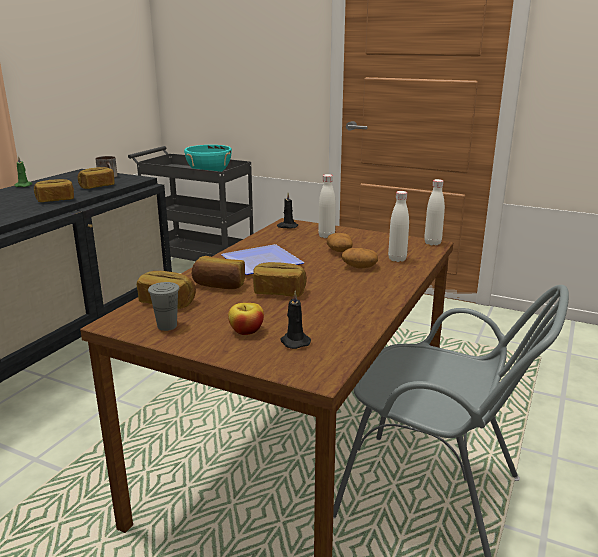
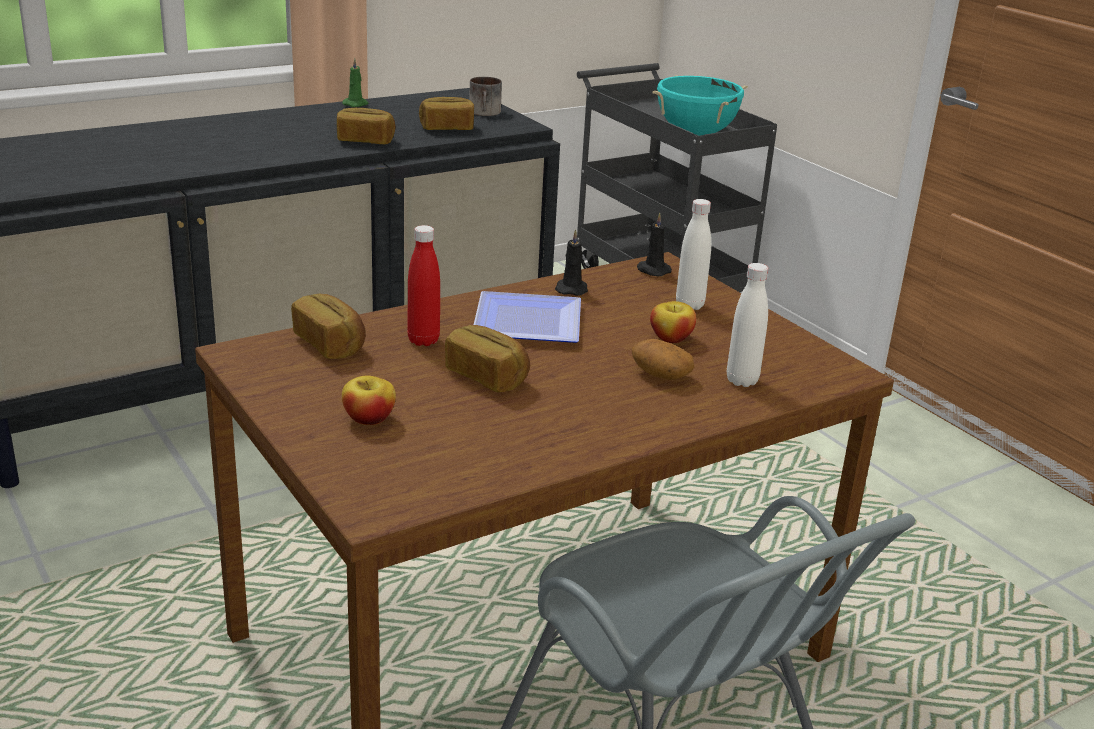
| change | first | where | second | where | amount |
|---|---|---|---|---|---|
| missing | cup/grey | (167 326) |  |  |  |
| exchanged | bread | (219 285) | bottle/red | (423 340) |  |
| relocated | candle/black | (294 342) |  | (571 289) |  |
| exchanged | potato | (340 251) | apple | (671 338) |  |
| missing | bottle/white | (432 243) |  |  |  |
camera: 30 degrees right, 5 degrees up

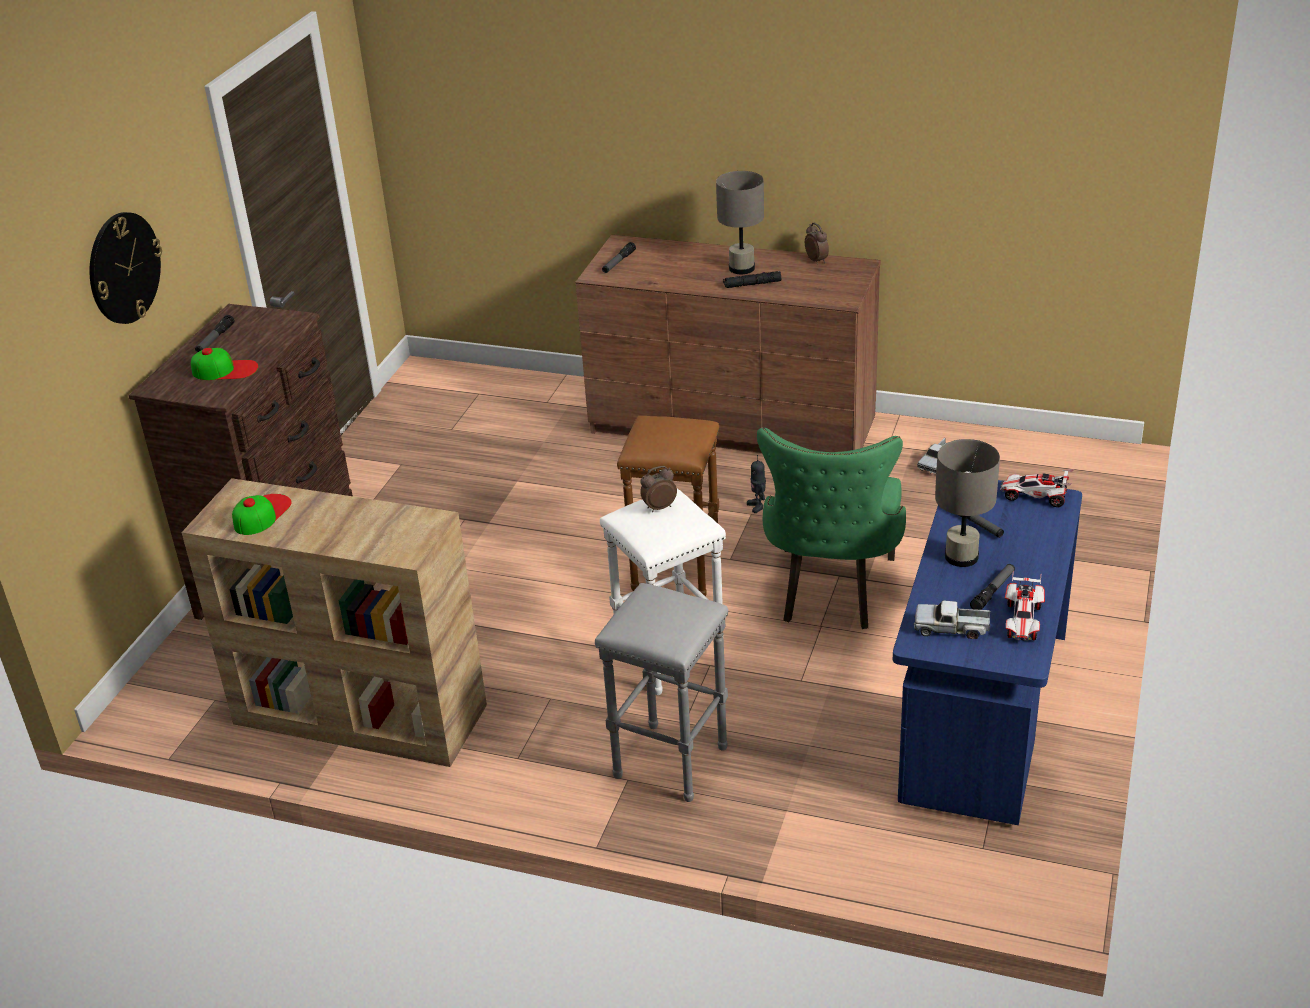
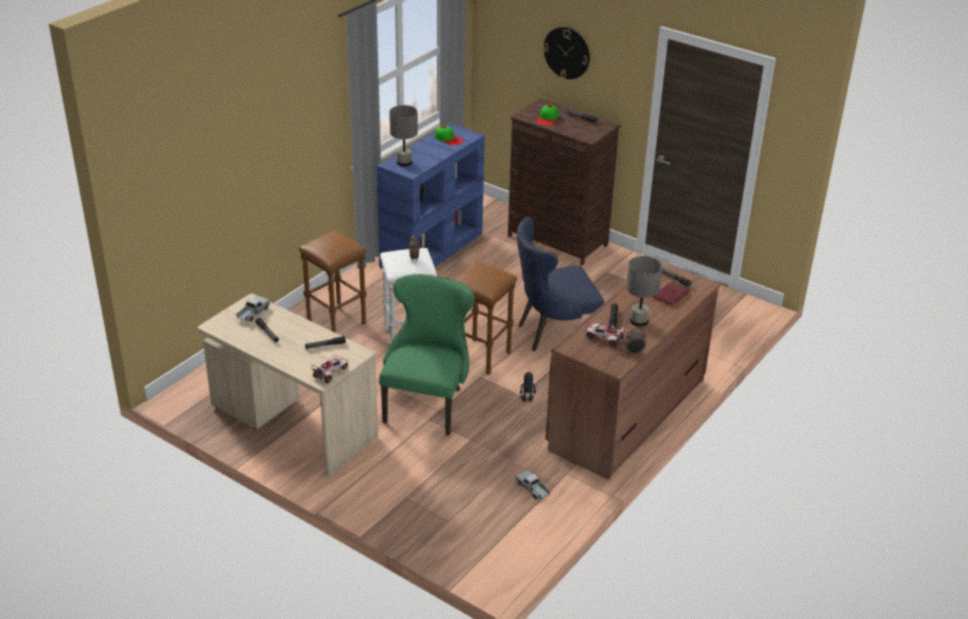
| change | first | where | second | where | amount |
|---|---|---|---|---|---|
| colour | bookcase/brown | (359 716) | bookcase/blue | (431 249) |  |
| colour | stool/grey | (671 763) | stool/brown | (335 322) |  |
| spun | chair/green | (832 591) |  | (427 404) | 75 degrees clockwise |
| colour | desk/blue | (982 715) | desk/beige | (292 423) |  |
| relocated | table lamp/grey | (961 556) |  | (404 162) |  |
| relocated | toy car | (1023 621) |  | (604 339) |  |
| appeared |  |  | chair/blue | (553 333) |  |
| appeared |  |  | book/red | (671 295) |  |
camera: 105 degrees right, 0 degrees up

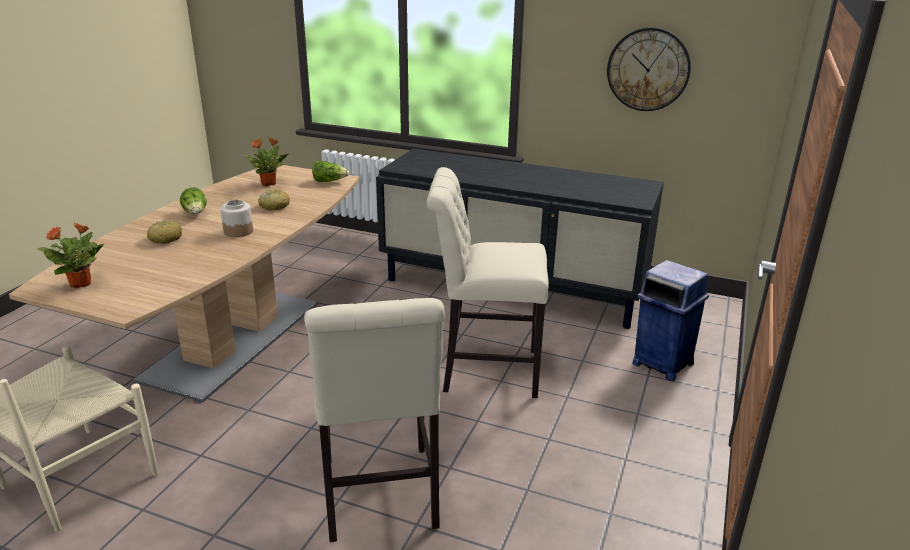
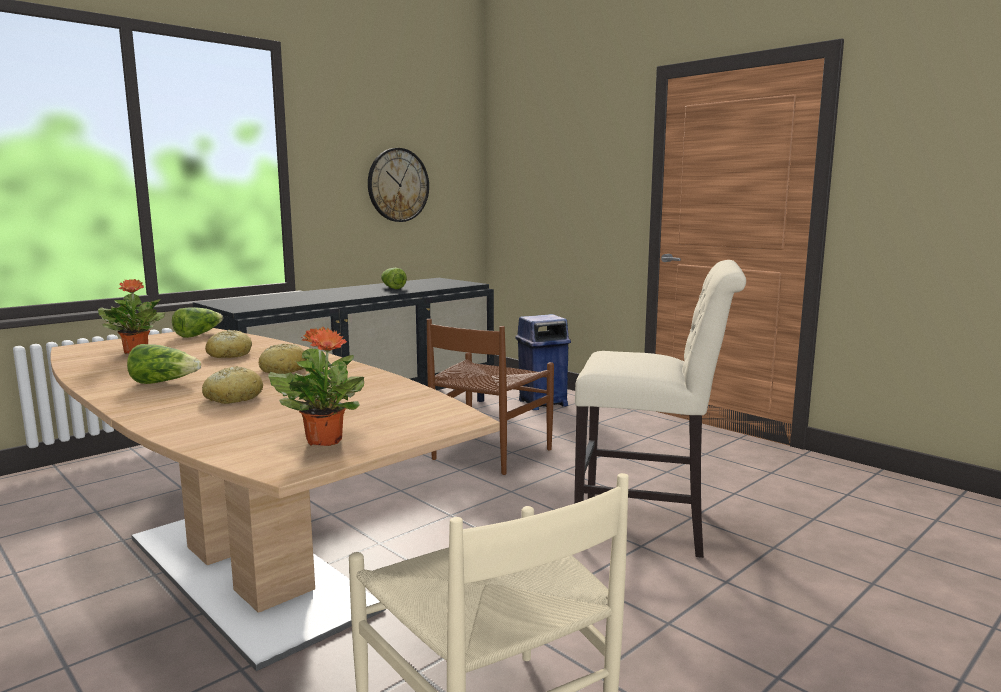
| change | first | where | second | where | amount |
|---|---|---|---|---|---|
| exchanged | jar | (238 231) | bread | (284 370) |  |
| exchanged | stool/beige | (484 370) | chair/brown | (488 454) |  |
| appeared |  |  | lettuce | (392 288) |  |
camera: 65 degrees left, 15 degrees down

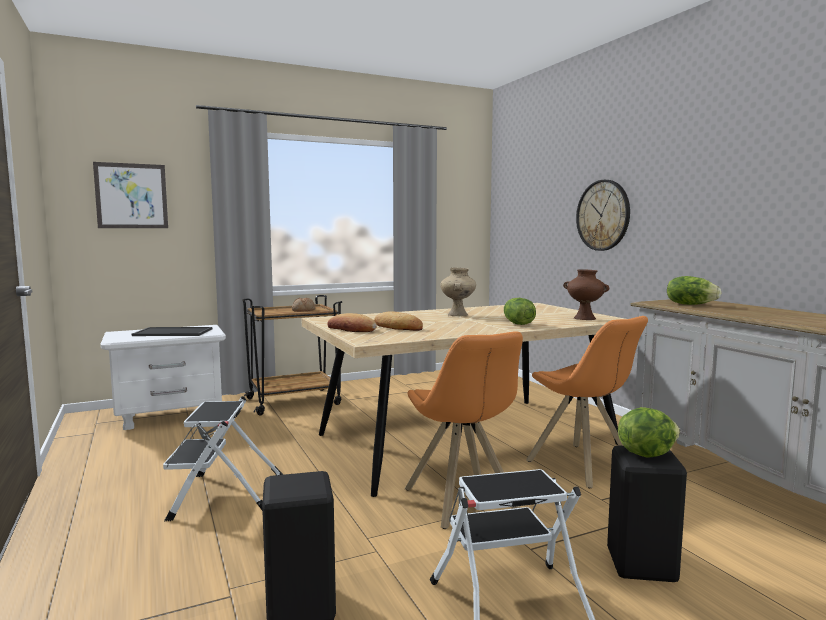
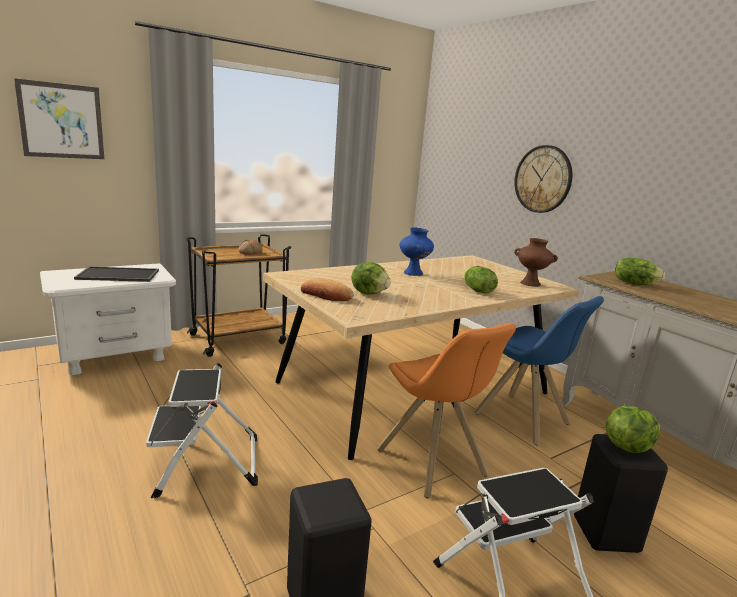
| change | first | where | second | where | amount |
|---|---|---|---|---|---|
| exchanged | bread | (398 327) | lettuce | (369 293) |  |
| colour | vase/beige | (458 315) | vase/blue | (413 273) |  |
| colour | chair/orange | (582 465) | chair/blue | (522 418) |  |
camera: 10 degrees left, 10 degrees up

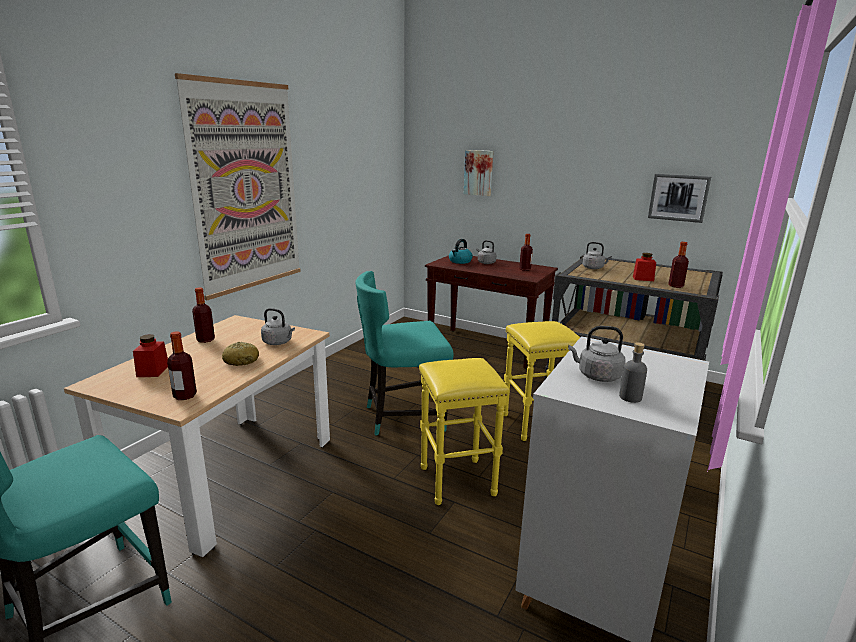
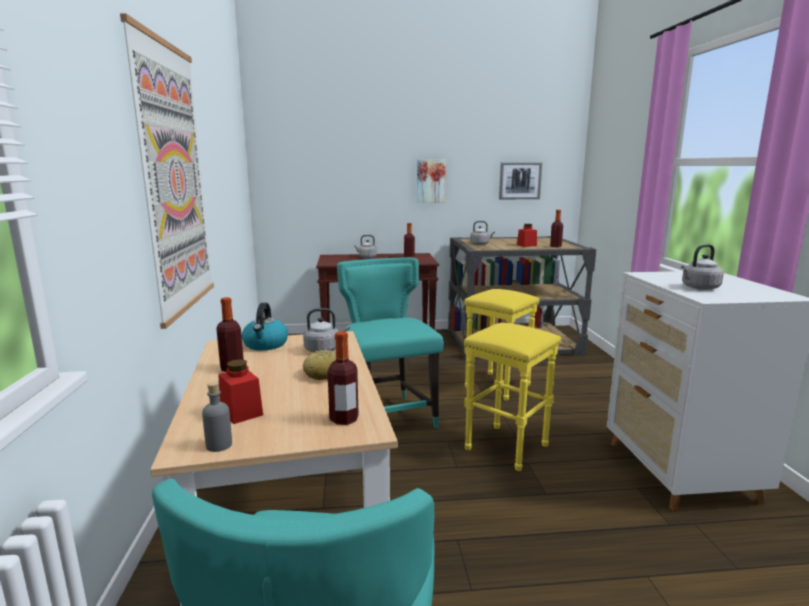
| change | first | where | second | where | amount |
|---|---|---|---|---|---|
| spun | chair/turquoise | (402 417) |  | (389 416) | 120 degrees clockwise |
| relocated | kettle | (460 261) |  | (265 345) |  |
| relocated | picture | (478 172) |  | (430 181) |  |
| relocated | bottle/grey | (630 397) |  | (219 445) |  |
camera: 35 degrees left, 5 degrees down

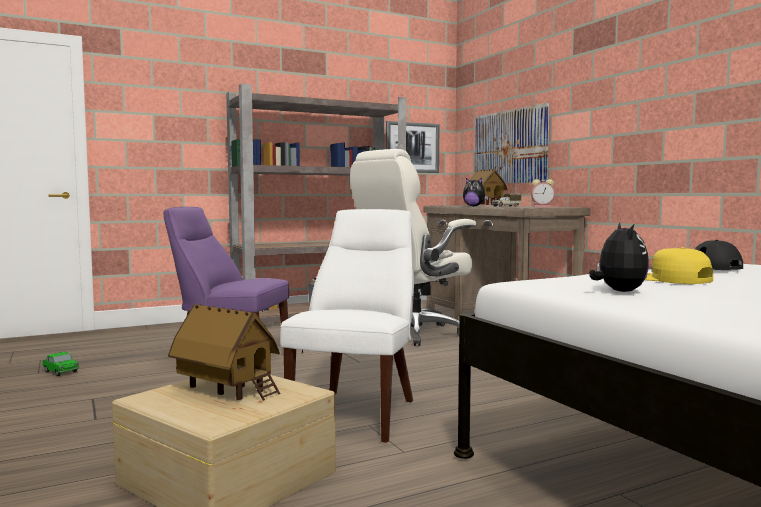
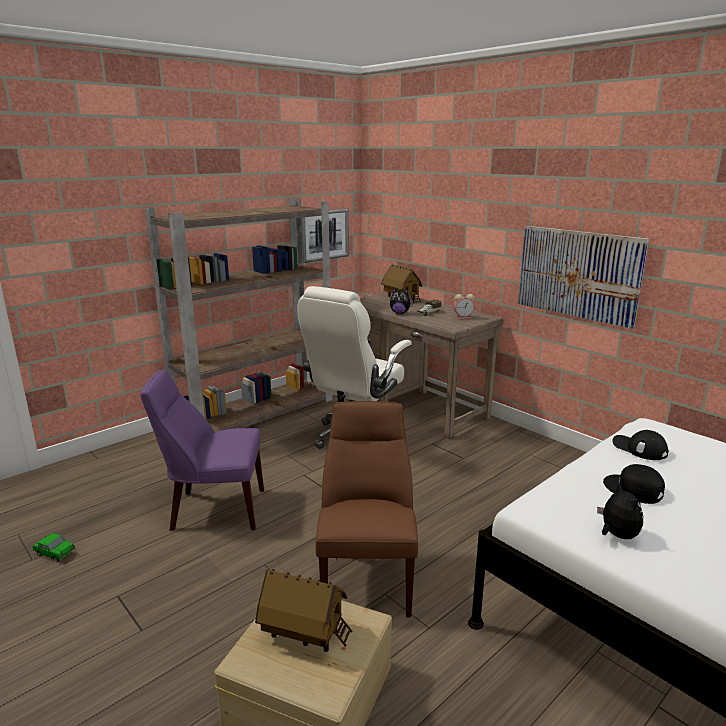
| change | first | where | second | where | amount |
|---|---|---|---|---|---|
| colour | chair/white | (357 412) | chair/brown | (367 576) |  |
| relocated | picture | (510 147) |  | (577 274) |  |
| colour | cap/yellow | (672 279) | cap/black | (633 489) |  |
camera: 15 degrees left, 15 degrees up

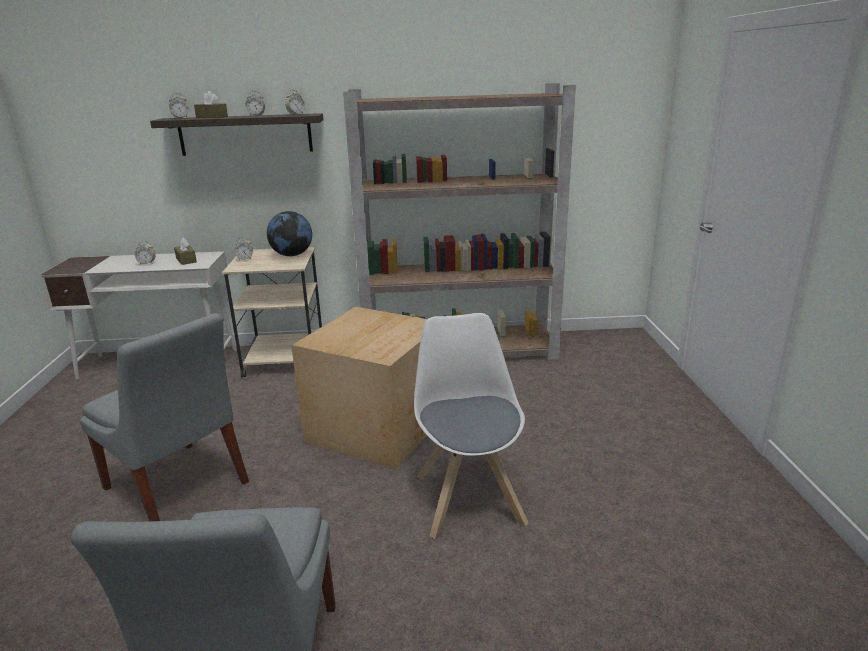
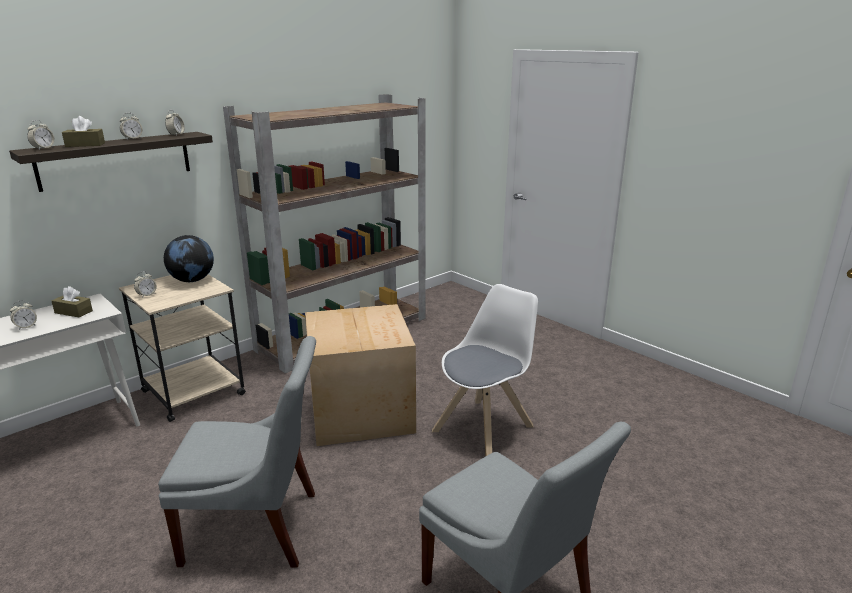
| change | first | where | second | where | amount |
|---|---|---|---|---|---|
| spun | chair | (468 496) |  | (485 427) | 90 degrees clockwise |
camera: 40 degrees left, 0 degrees up

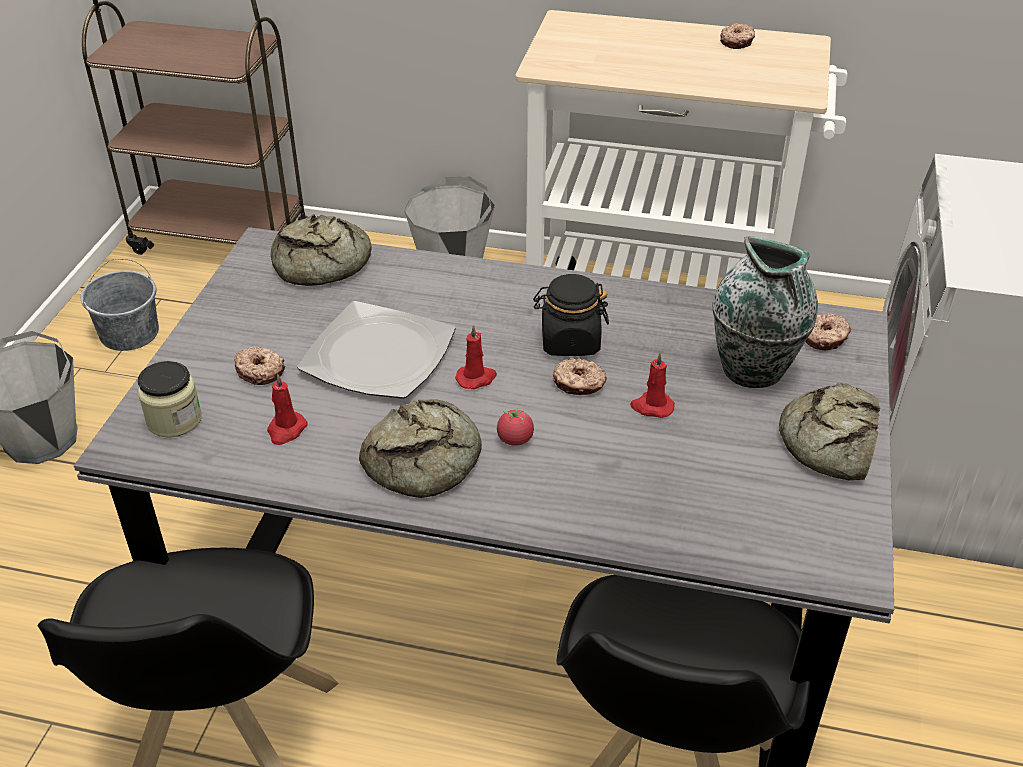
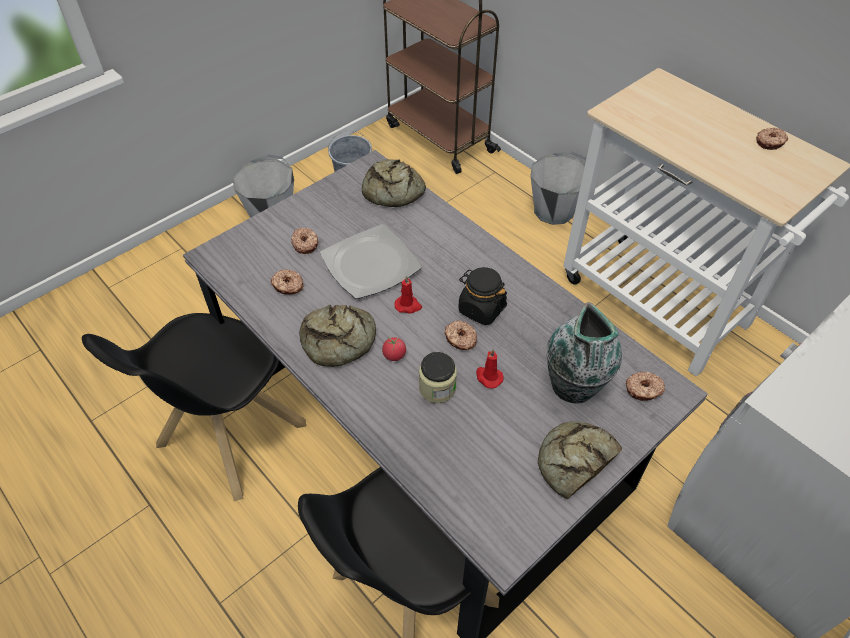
| change | first | where | second | where | amount |
|---|---|---|---|---|---|
| relocated | jar | (174 420) |  | (437 388) |  |
| exchanged | candle/red | (286 430) | donut | (288 286) |  |
camera: 35 degrees right, 10 degrees up

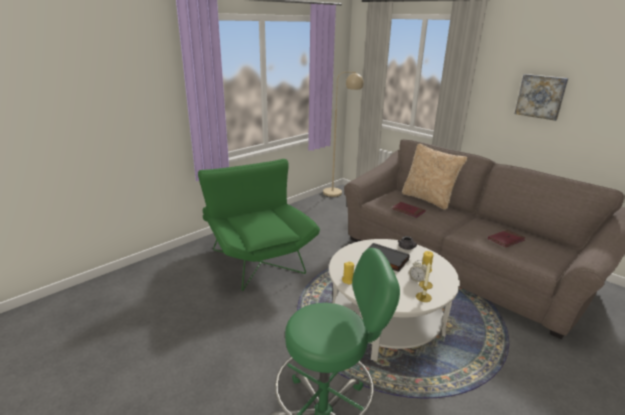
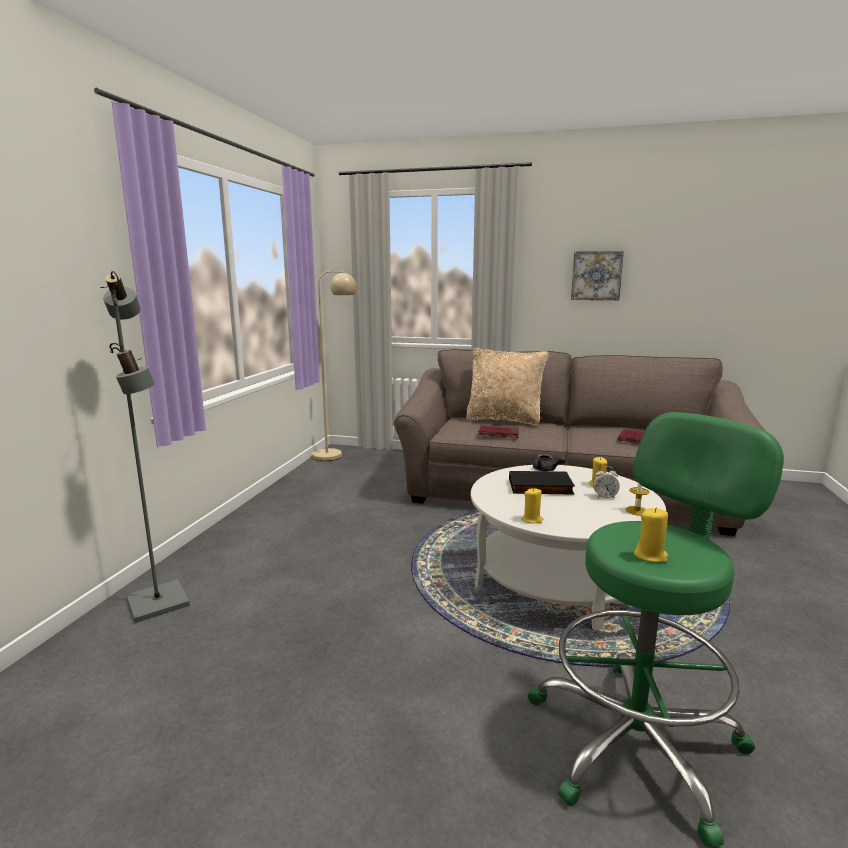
| change | first | where | second | where | amount |
|---|---|---|---|---|---|
| missing | armchair/green | (257 256) |  |  |  |
| appeared |  |  | floor lamp/grey | (157 602) |  |
| appeared |  |  | candle/yellow | (650 556) |  |
camera: 30 degrees left, 10 degrees down

